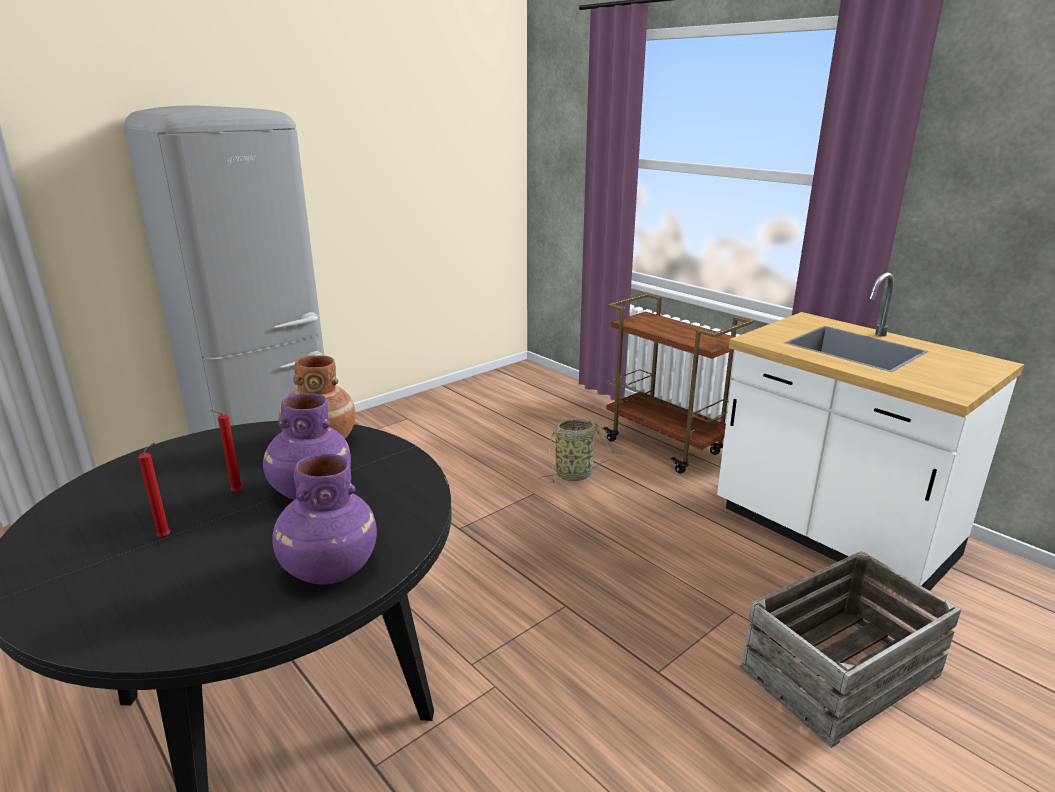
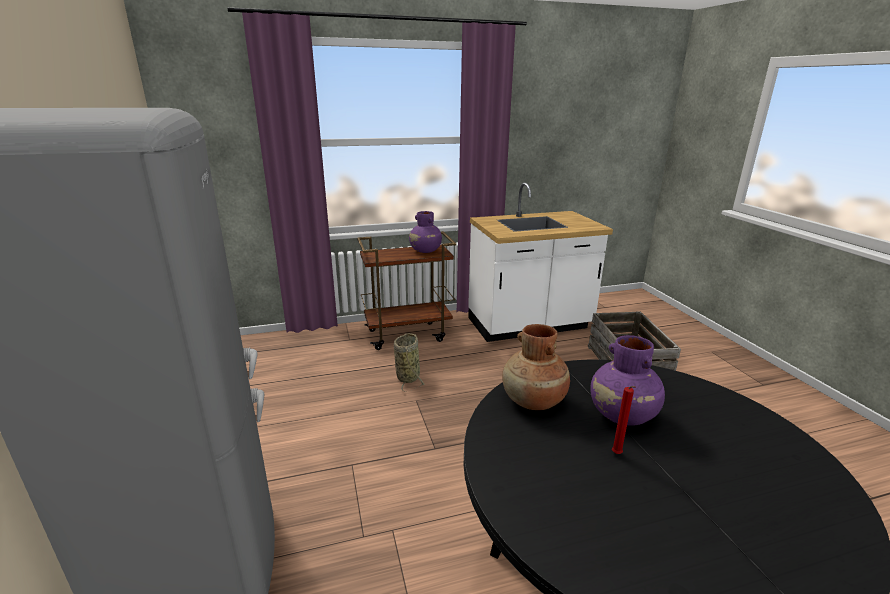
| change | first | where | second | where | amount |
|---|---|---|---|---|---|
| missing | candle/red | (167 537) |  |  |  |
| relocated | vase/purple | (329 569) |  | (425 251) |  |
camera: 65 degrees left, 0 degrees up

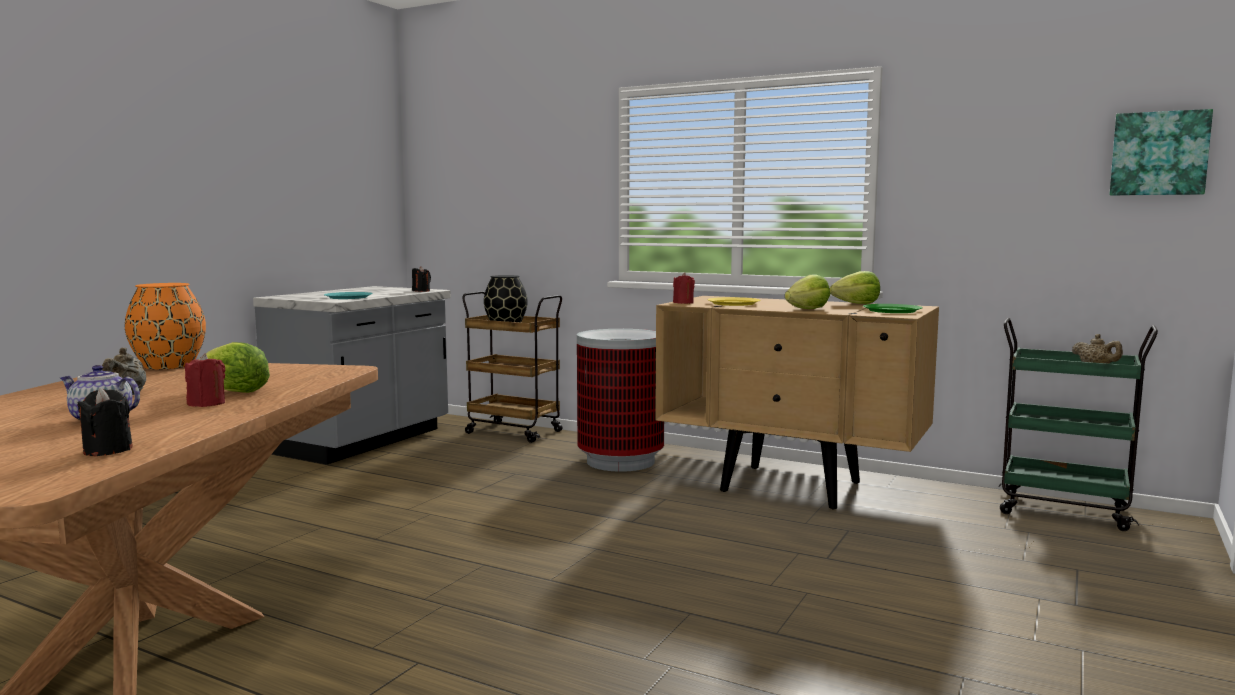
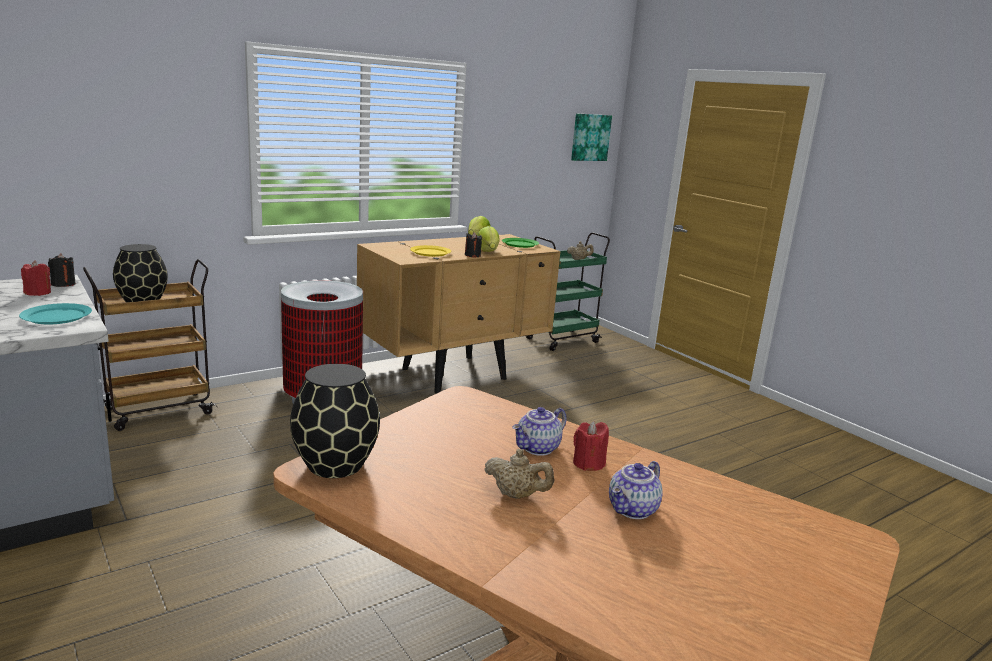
| change | first | where | second | where | amount |
|---|---|---|---|---|---|
| relocated | candle/black | (108 450) |  | (472 255) |  |
| colour | vase/orange | (170 365) | vase/black | (336 464) |  |
| exchanged | lettuce | (233 392) | teapot | (538 449) |  |
| relocated | candle/red | (683 303) |  | (38 293) |  |
camera: 65 degrees left, 10 degrees up

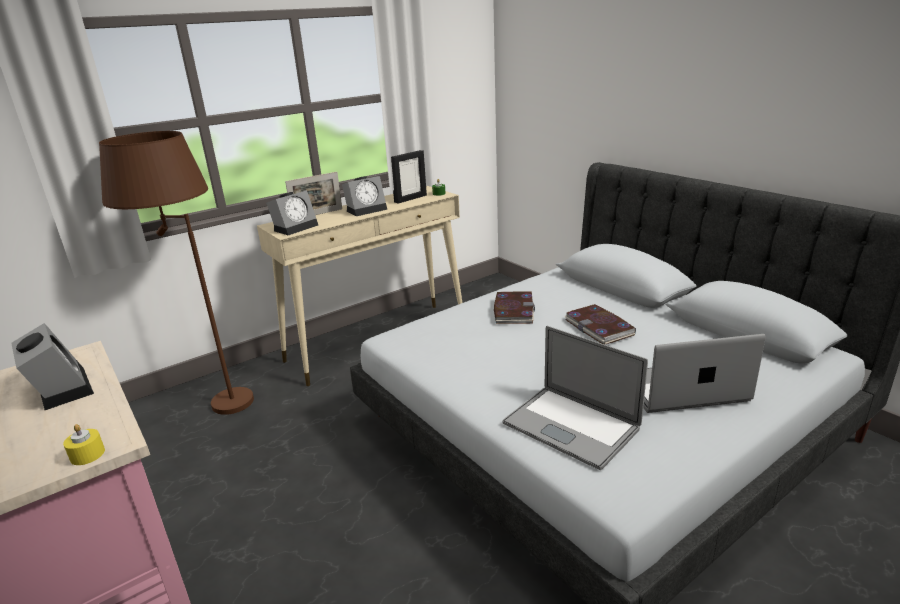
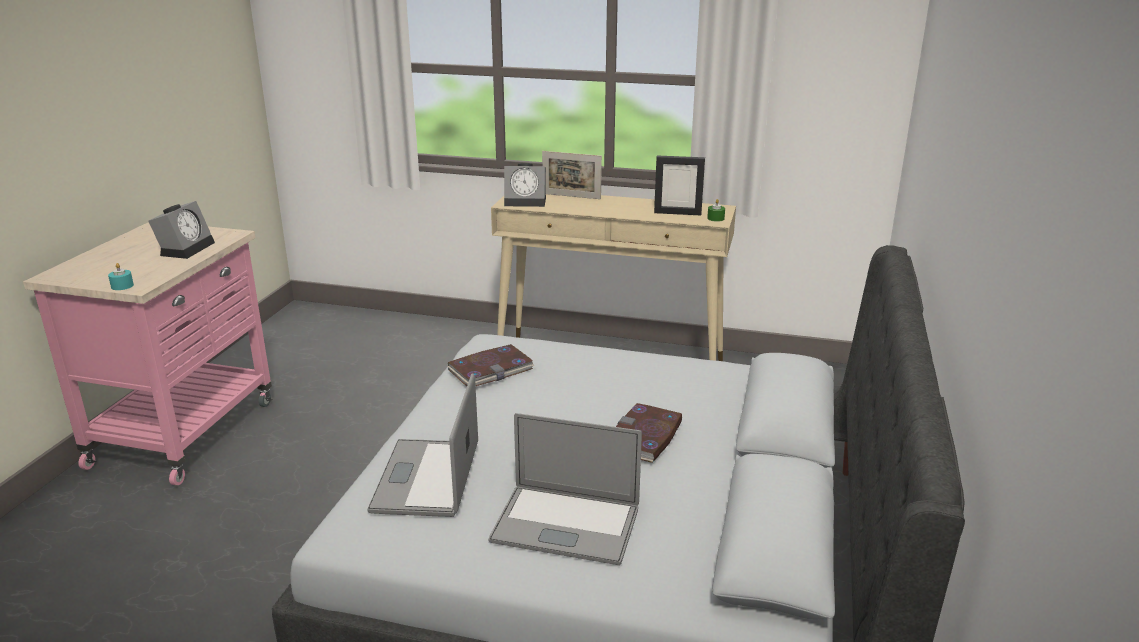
| change | first | where | second | where | amount |
|---|---|---|---|---|---|
| colour | candle/yellow | (87 454) | candle/turquoise | (122 286) |  |
| missing | floor lamp/brown | (212 401) |  |  |  |
| missing | alarm clock | (367 209) |  |  |  |
| relocated | book | (513 310) |  | (491 369) |  |
| spun | laptop | (683 388) |  | (565 524) | 150 degrees clockwise |
camera: 50 degrees right, 0 degrees up

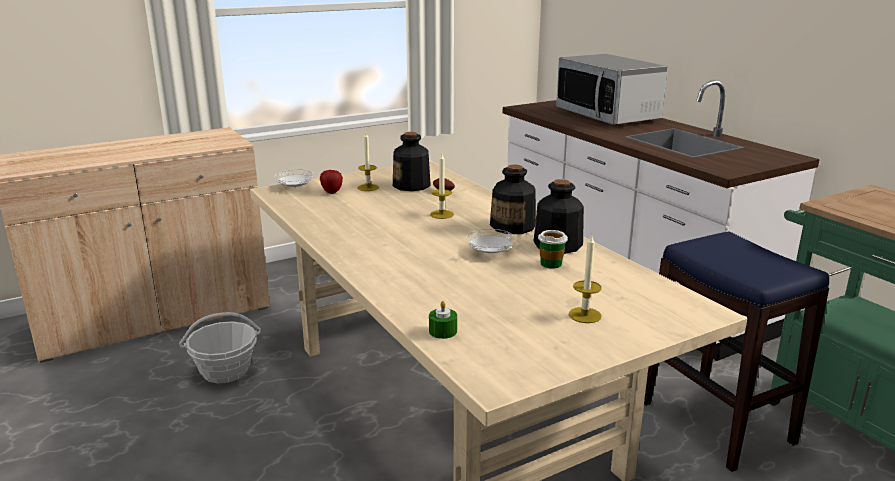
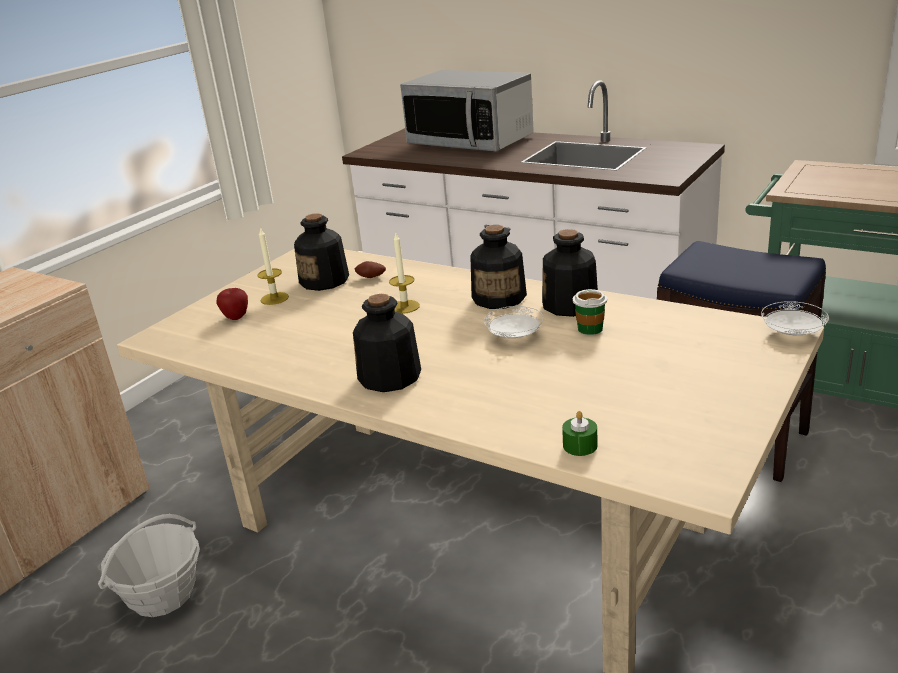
| change | first | where | second | where | amount |
|---|---|---|---|---|---|
| relocated | plate/white | (295 187) |  | (793 333) |  |
| missing | candle | (584 315) |  |  |  |
| appeared |  |  | bottle | (389 377) |  |
camera: 25 degrees left, 5 degrees up

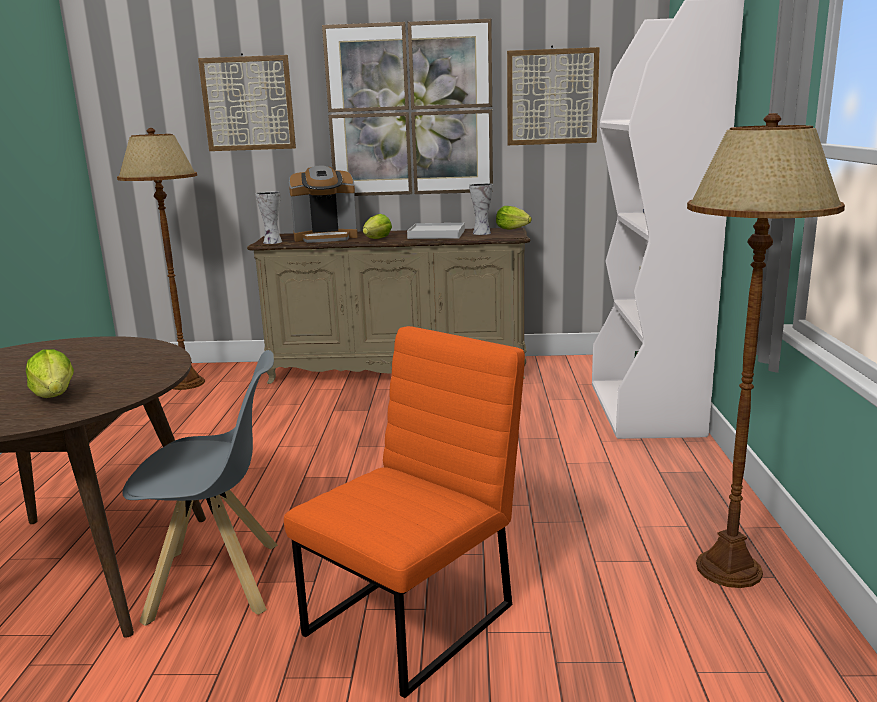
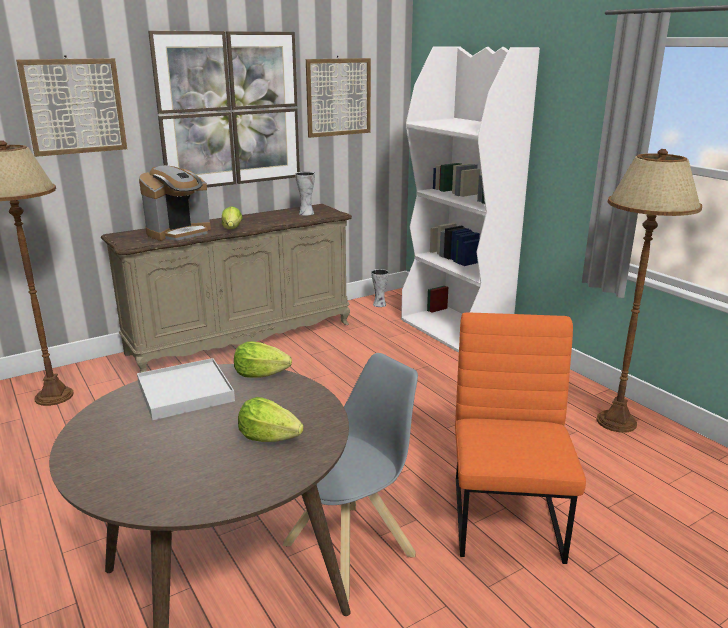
| change | first | where | second | where | amount |
|---|---|---|---|---|---|
| relocated | vase | (271 242) |  | (379 305) |  |
| relocated | tray/white | (437 234) |  | (185 392) |  |
| relocated | lettuce | (512 229) |  | (260 374) |  |
camera: 35 degrees left, 5 degrees up

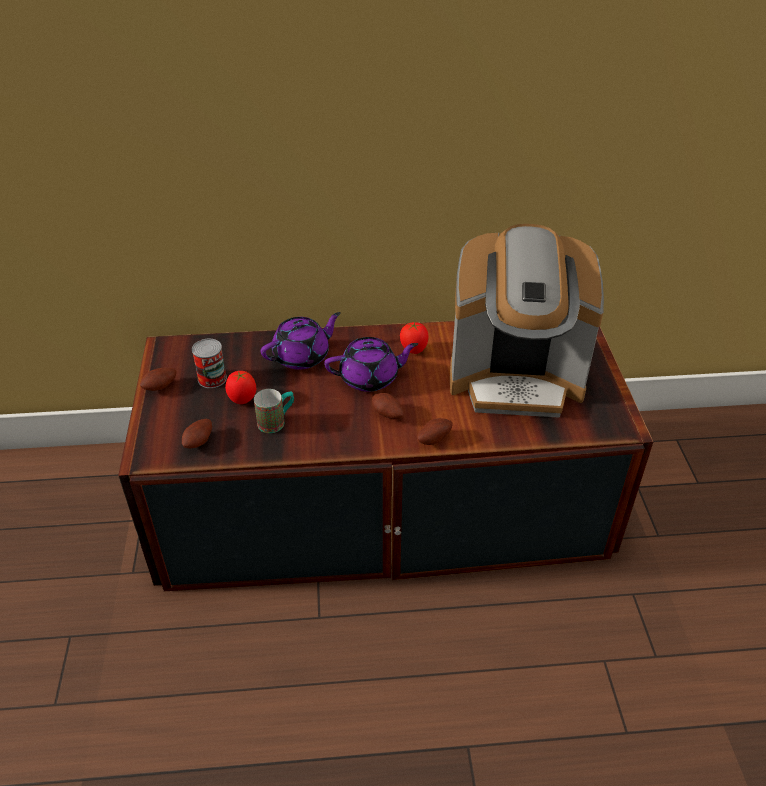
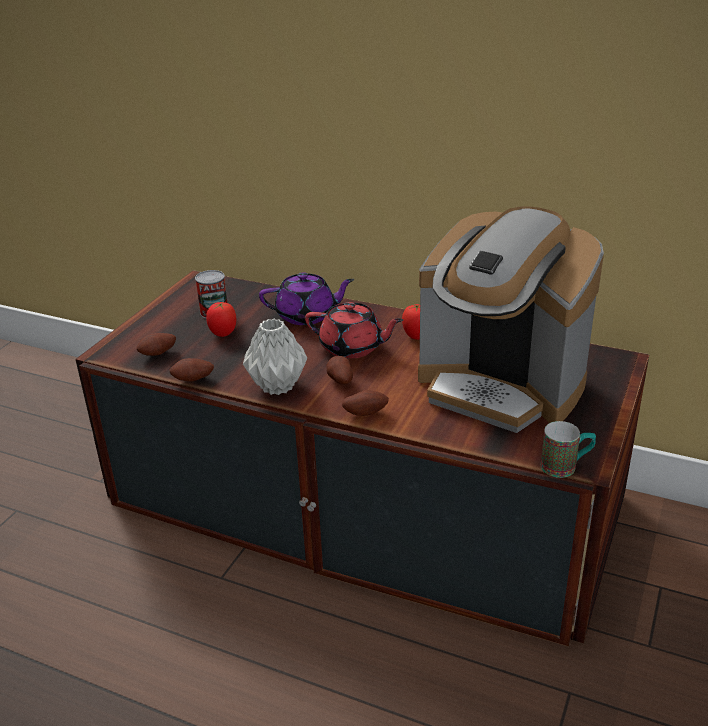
| change | first | where | second | where | amount |
|---|---|---|---|---|---|
| relocated | potato | (161 387) |  | (193 380) |  |
| relocated | mug | (277 421) |  | (566 466) |  |
| colour | teapot/purple | (370 378) | teapot/red | (352 348) |  |
| appeared |  |  | vase/grey | (278 386) |  |
camera: 30 degrees right, 10 degrees down

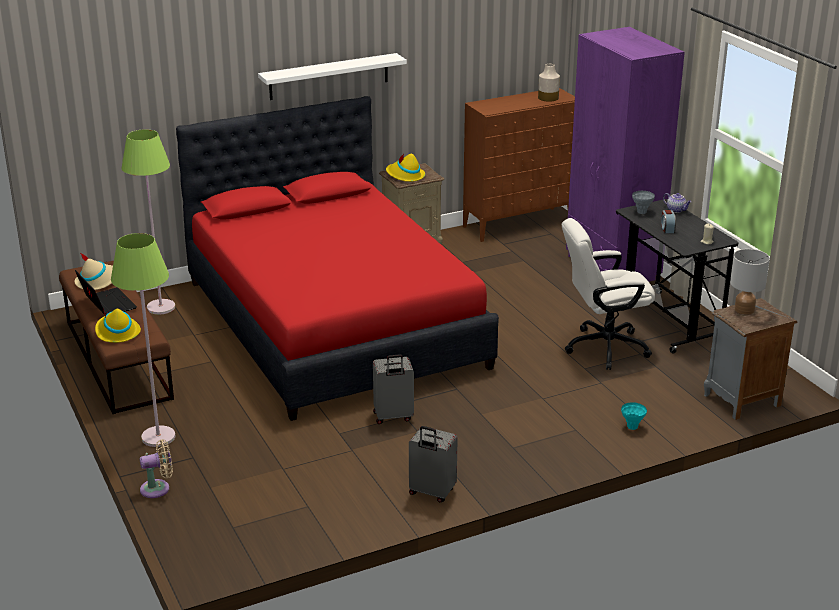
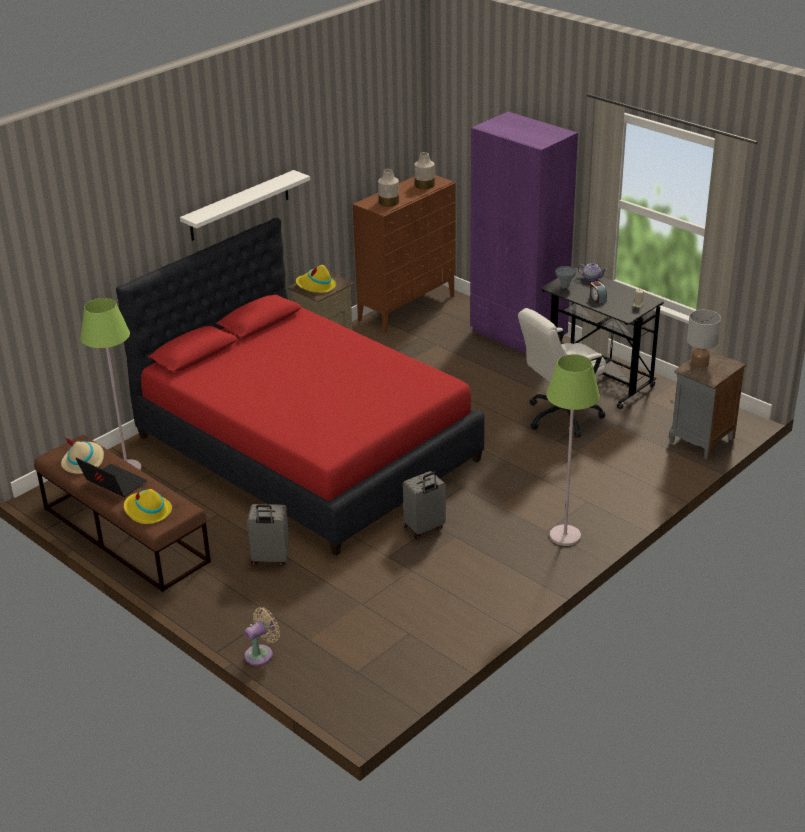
| change | first | where | second | where | amount |
|---|---|---|---|---|---|
| relocated | floor lamp/green | (158 437) |  | (565 536) |  |
| relocated | suitcase/grey | (431 492) |  | (270 559) |  |
| missing | vase/turquoise | (632 427) |  |  |  |
| appeared |  |  | vase/beige | (389 202) |  |
camera: 20 degrees left, 5 degrees up

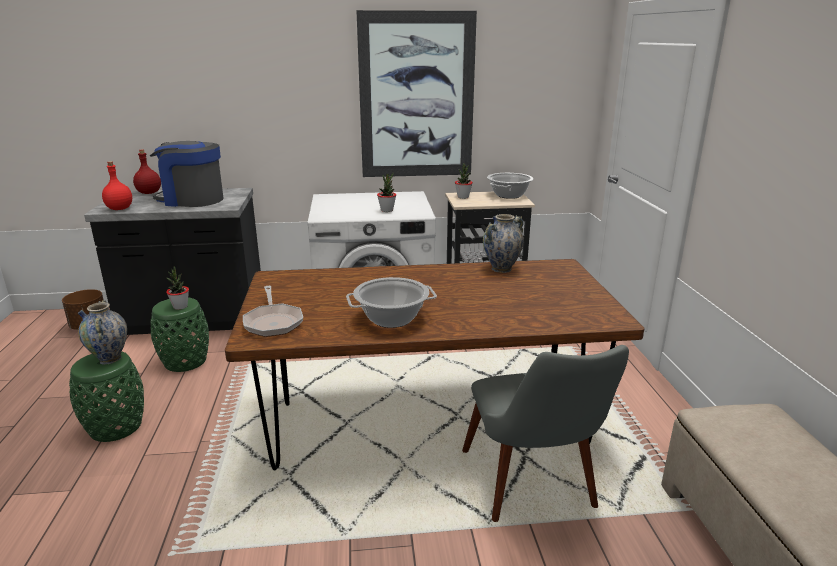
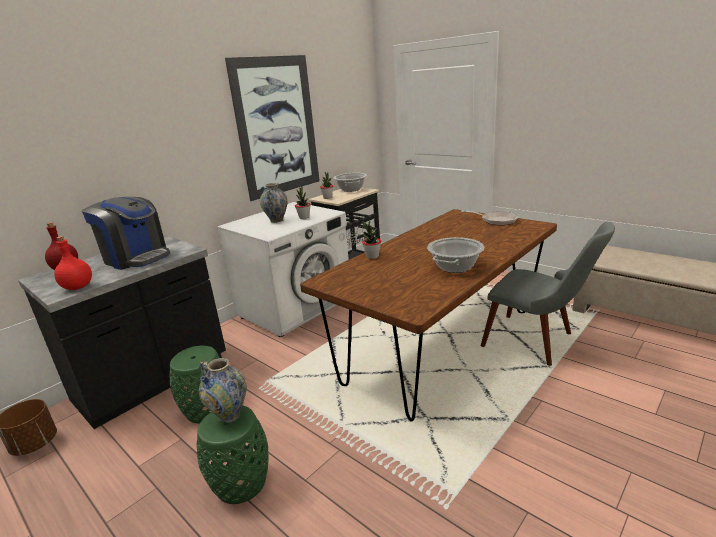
| change | first | where | second | where | amount |
|---|---|---|---|---|---|
| spun | coffee machine | (192 200) |  | (136 258) | 120 degrees counterclockwise |
| relocated | potted plant | (180 306) |  | (372 256) |  |
| relocated | frying pan | (273 322) |  | (496 221) |  |
| relocated | vase | (501 269) |  | (276 220) |  |
camera: 40 degrees left, 0 degrees up

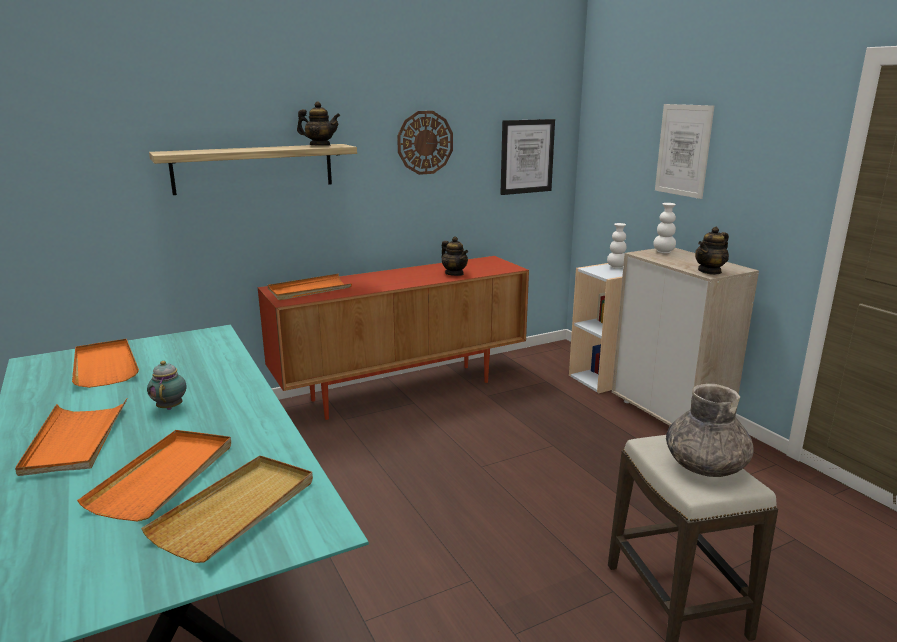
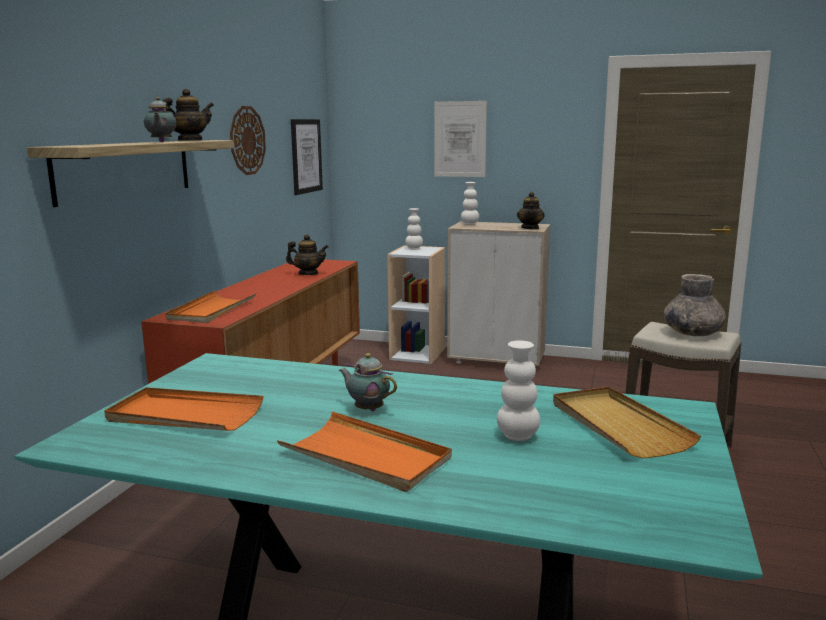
| change | first | where | second | where | amount |
|---|---|---|---|---|---|
| exchanged | tray/orange | (165 476) | vase/white | (517 436) |  |
| appeared |  |  | teapot | (161 142) |  |
camera: 45 degrees left, 5 degrees down

